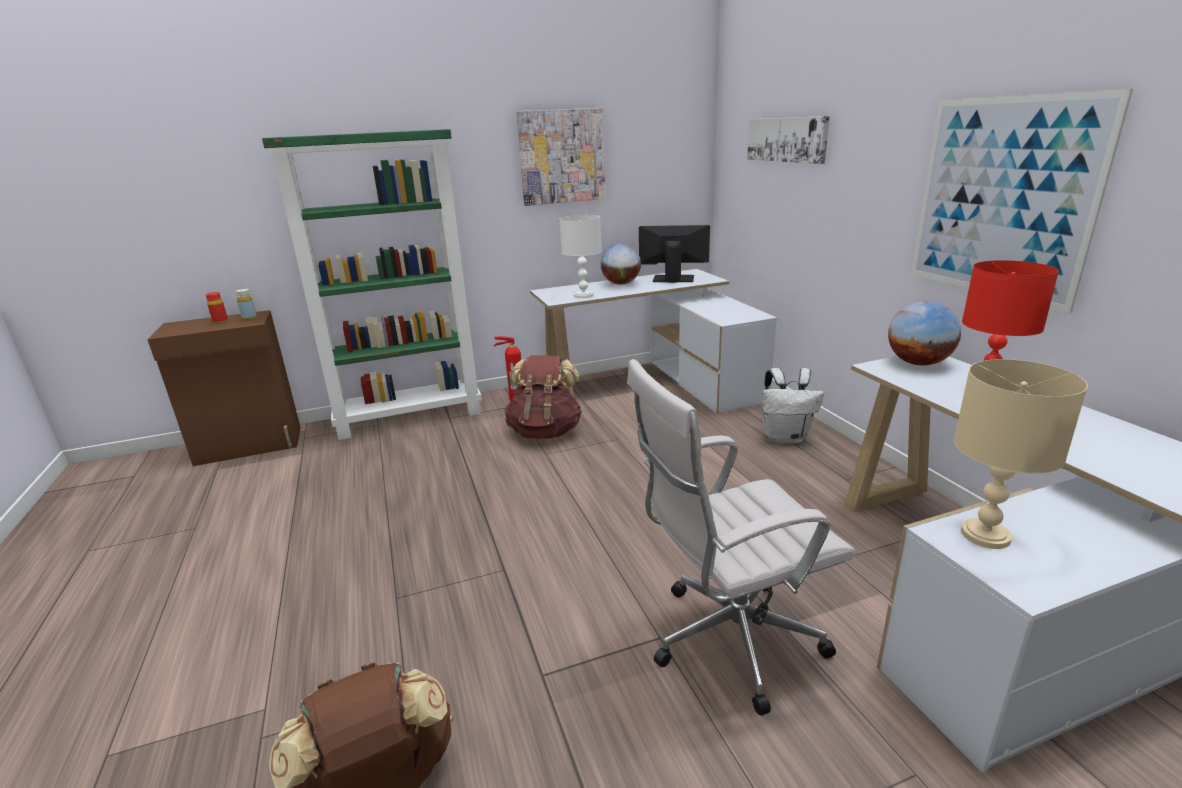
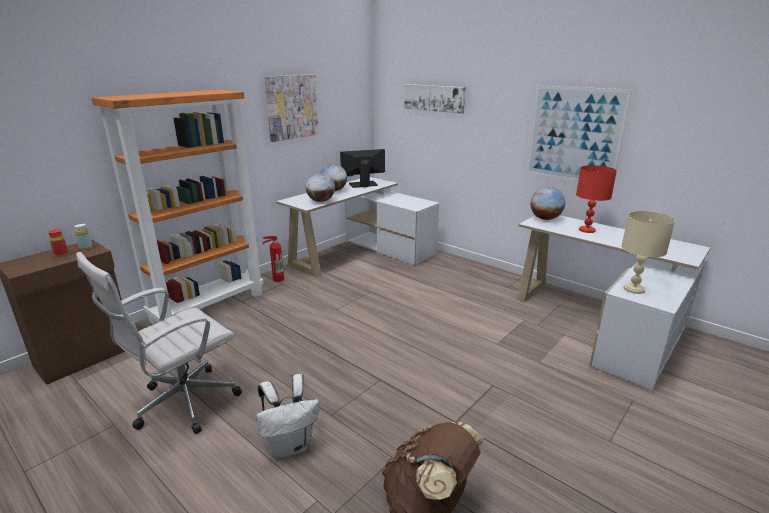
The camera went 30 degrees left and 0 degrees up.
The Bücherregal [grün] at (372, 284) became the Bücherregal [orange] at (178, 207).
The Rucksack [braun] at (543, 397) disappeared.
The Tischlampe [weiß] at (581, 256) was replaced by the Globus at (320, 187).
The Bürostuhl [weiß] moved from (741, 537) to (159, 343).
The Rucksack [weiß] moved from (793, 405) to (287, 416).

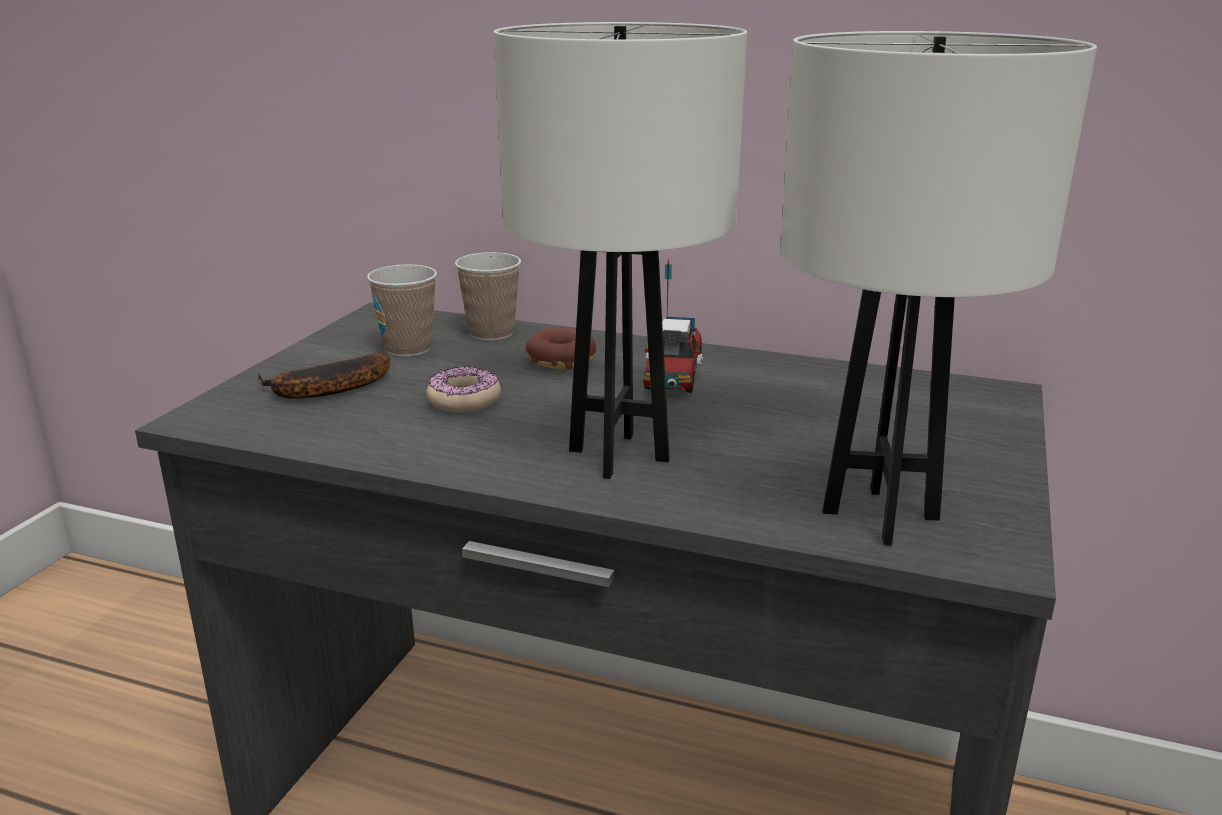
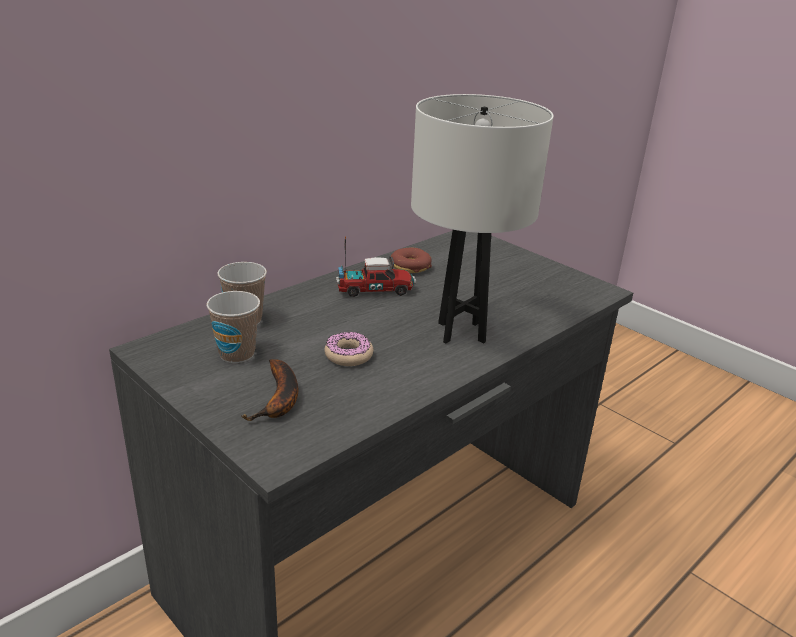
The camera went 65 degrees left and 5 degrees up.
The Donut moved from (561, 348) to (411, 260).
The Spielzeuglaster at (673, 326) turned 45 degrees counterclockwise.
The Tischlampe [weiß] at (938, 288) disappeared.

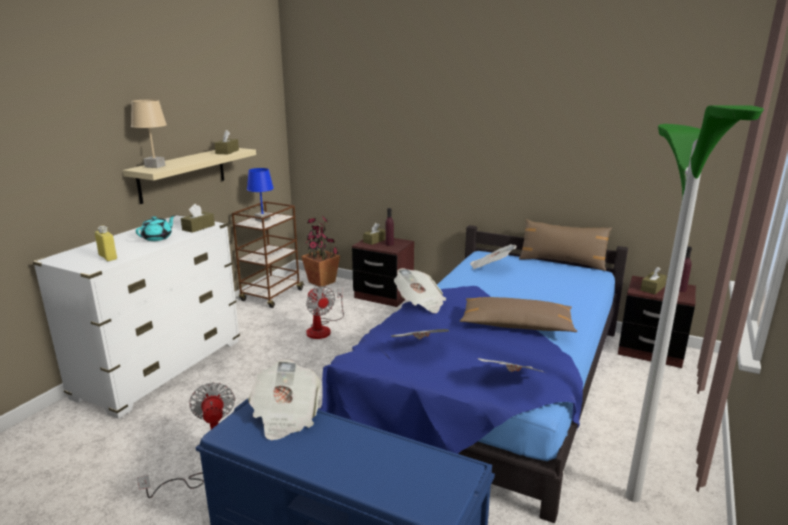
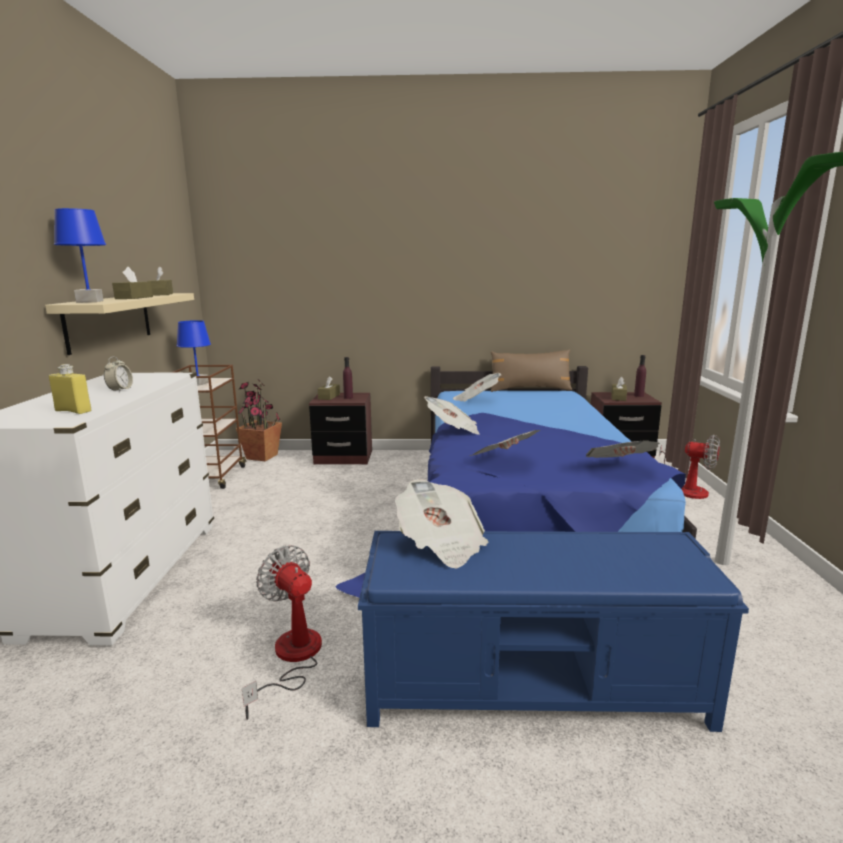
The camera went 25 degrees left and 5 degrees down.
The Tischlampe [beige] at (149, 133) became the Tischlampe [blau] at (80, 255).
The Teekanne [türkis] at (155, 228) was replaced by the Wecker at (118, 374).
The Taschentuchbox [braun] moved from (198, 218) to (132, 282).
The Ventilator moved from (325, 312) to (689, 467).
The Kissen [braun] at (518, 314) disappeared.

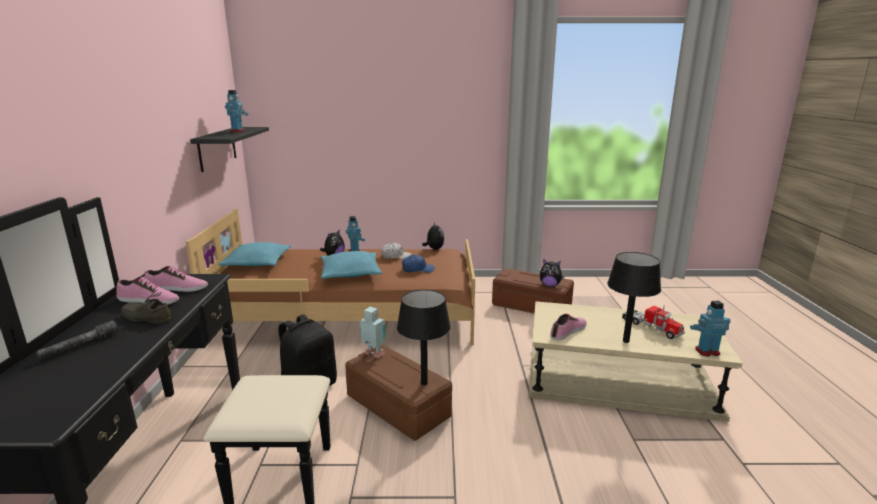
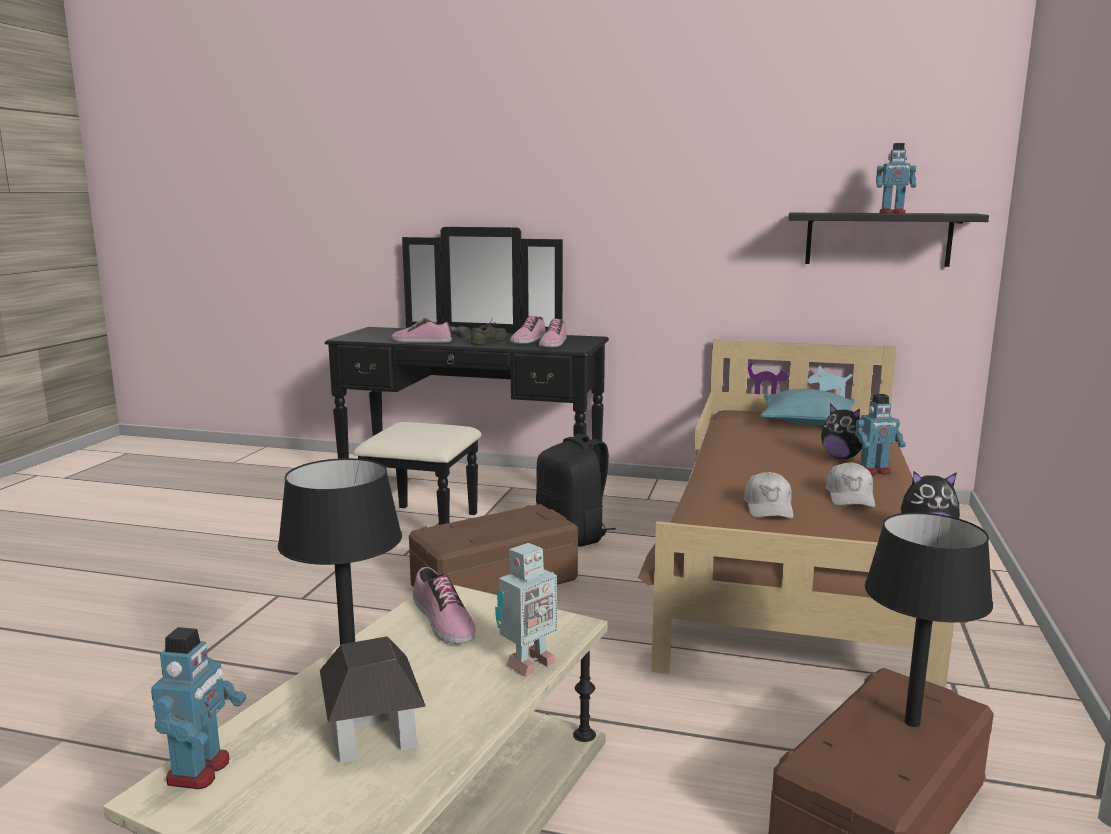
The camera went 105 degrees right and 5 degrees down.
The Kissen [türkis] at (351, 265) disappeared.
The Spielzeugroboter moved from (372, 332) to (526, 610).
The Tischlampe [schwarz] moved from (424, 337) to (929, 619).
The Kappe [blau] at (418, 263) became the Kappe [weiß] at (769, 495).
The Plüschtier at (552, 273) disappeared.
The Spielzeuglaster at (653, 322) was replaced by the Spielzeughaus at (373, 699).
The Schuh at (421, 330) appeared.

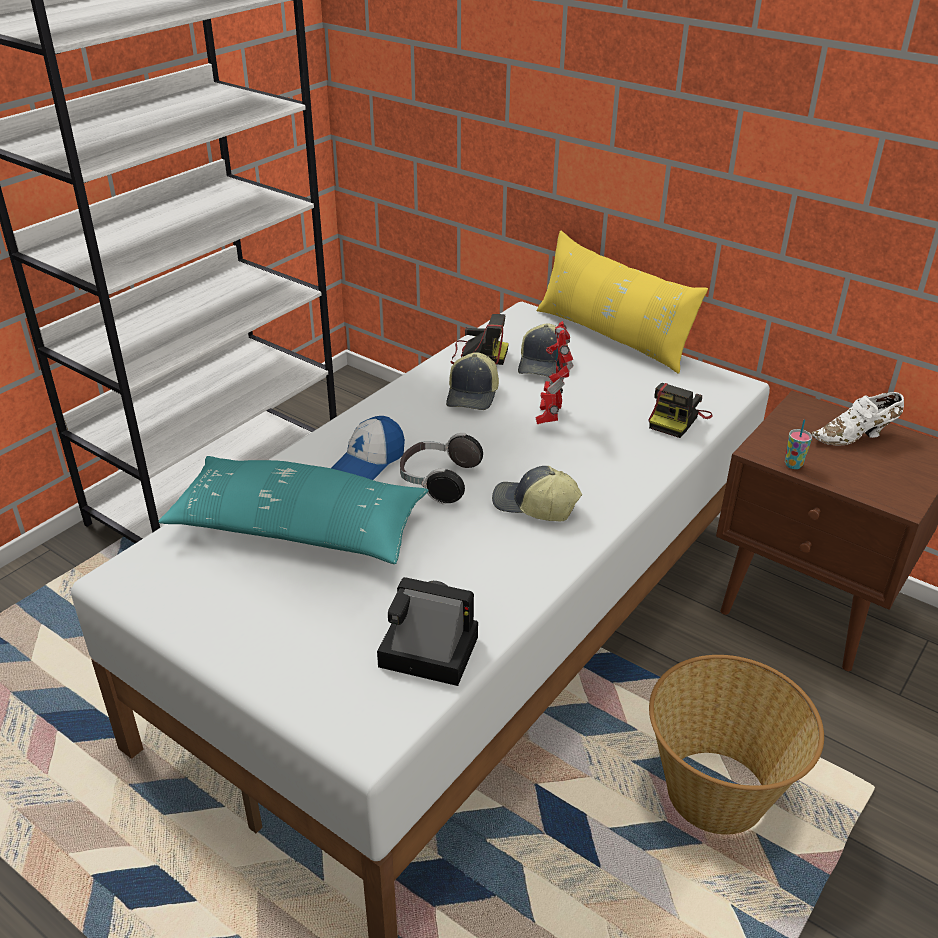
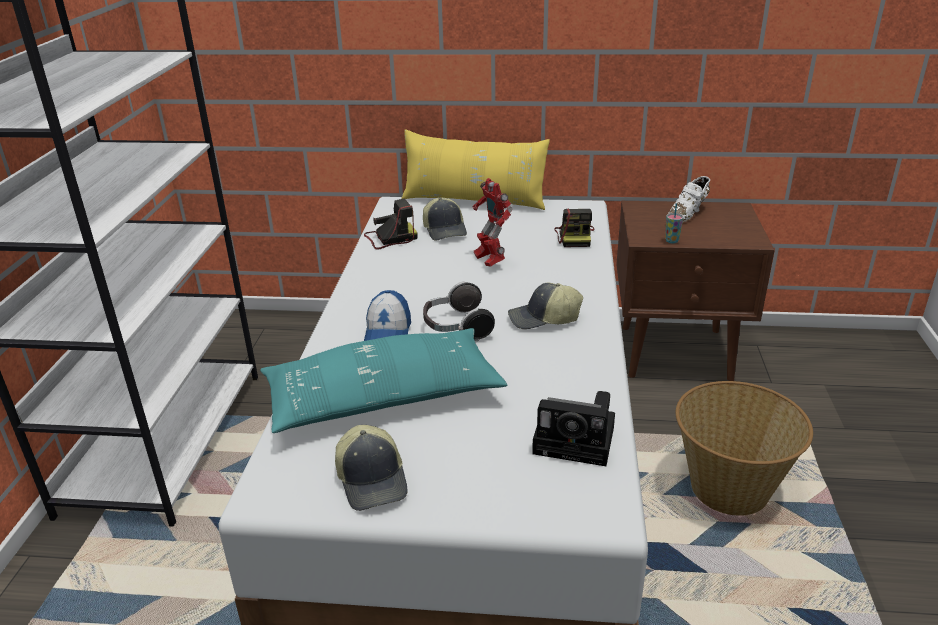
The camera went 30 degrees left and 5 degrees down.
The Kamera at (427, 631) turned 150 degrees counterclockwise.
The Kappe moved from (472, 381) to (371, 468).

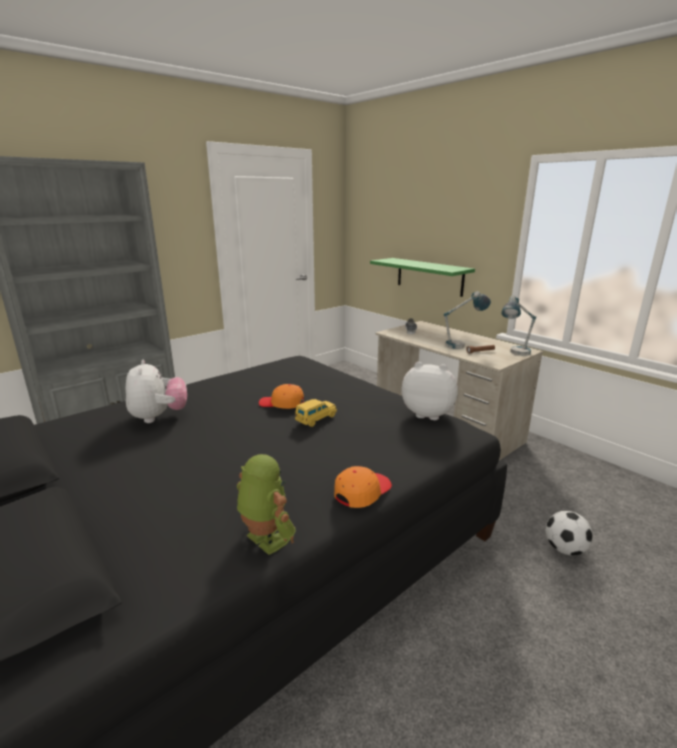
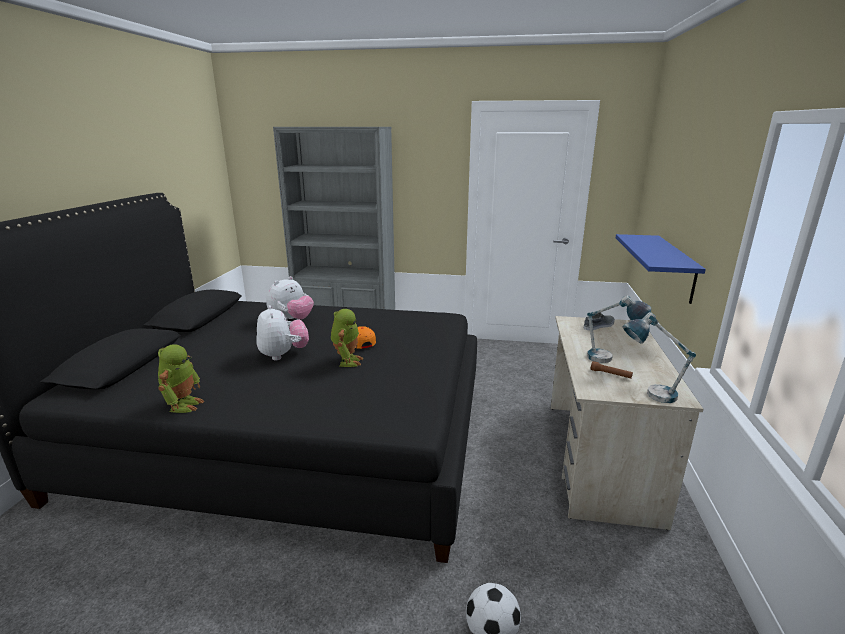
The camera went 50 degrees right and 0 degrees up.
The Spielzeugauto [gelb] at (316, 413) was replaced by the Spielzeugroboter at (347, 338).
The Kappe [orange] at (363, 487) disappeared.
The Wandregal [grün] at (422, 277) became the Wandregal [blau] at (661, 269).
The Plüschtier moved from (429, 391) to (283, 332).

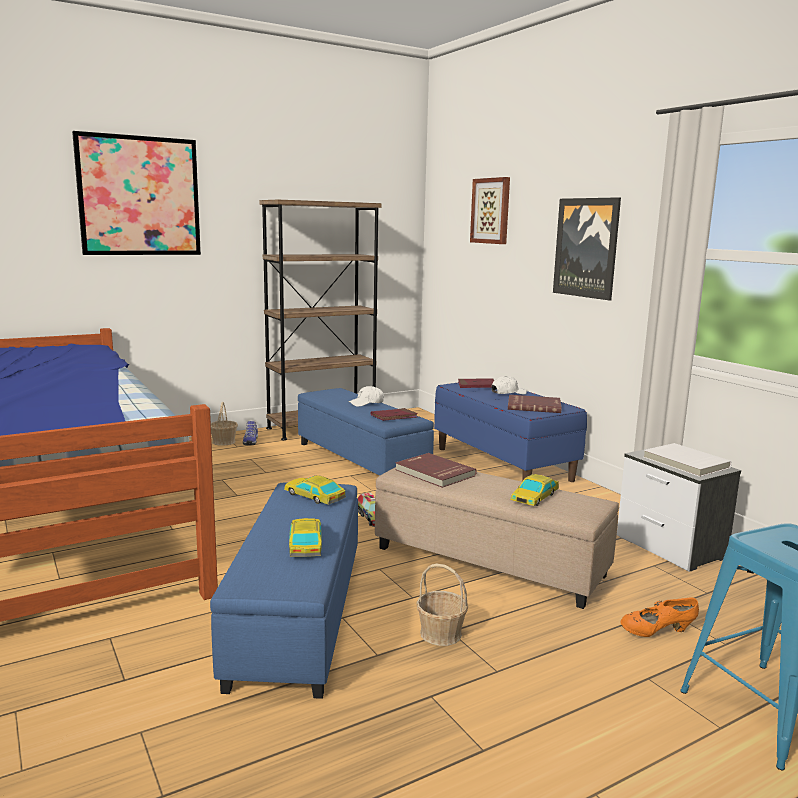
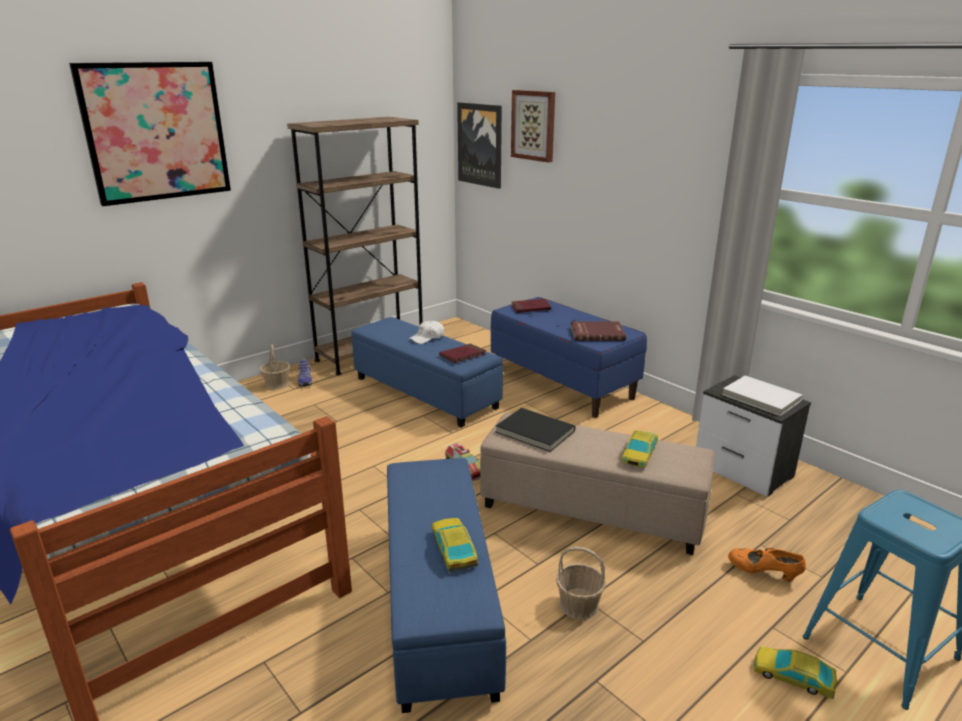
The camera went 10 degrees left and 10 degrees up.
The Spielzeugauto moved from (315, 490) to (795, 672).
The Buch [rot] at (436, 470) became the Buch [schwarz] at (535, 430).
The Kappe [weiß] at (509, 385) disappeared.
The Bild moved from (587, 248) to (479, 145).
The Schuh [orange] at (659, 617) turned 45 degrees clockwise.

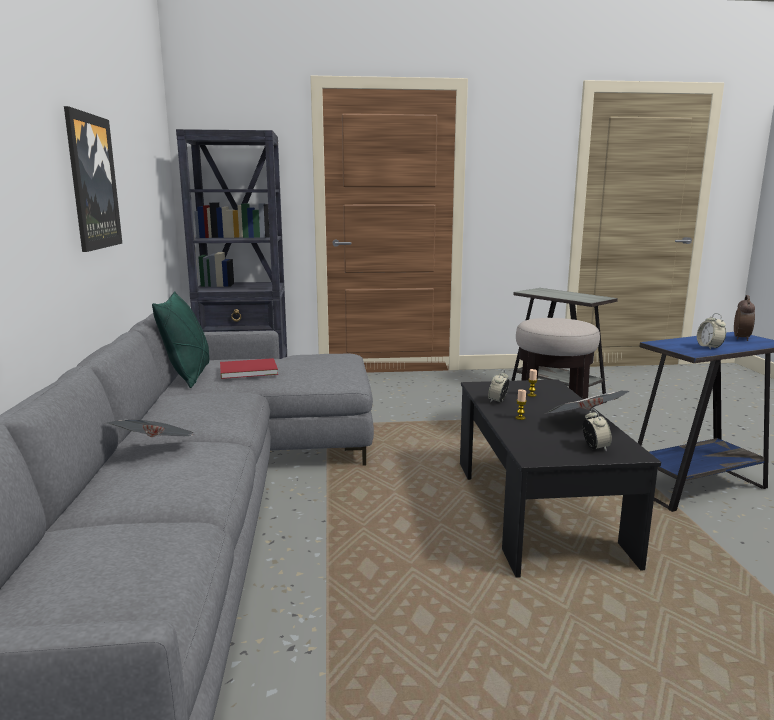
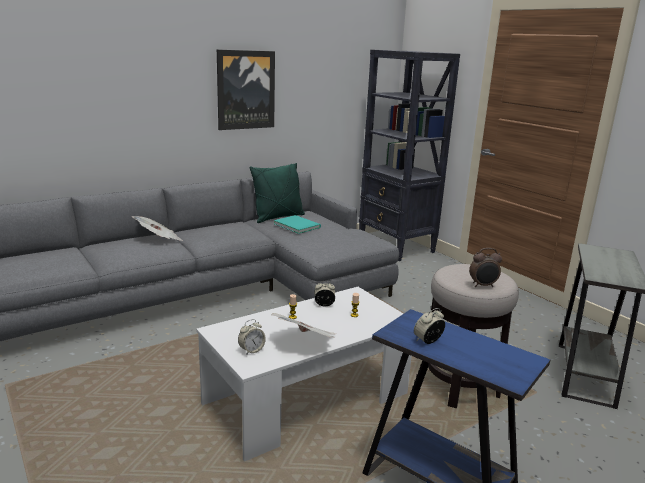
The camera went 60 degrees right and 5 degrees up.
The Buch [rot] at (249, 368) became the Buch [türkis] at (297, 224).
The Couchtisch [schwarz] at (560, 479) became the Couchtisch [weiß] at (304, 374).
The Wecker moved from (744, 318) to (485, 267).

